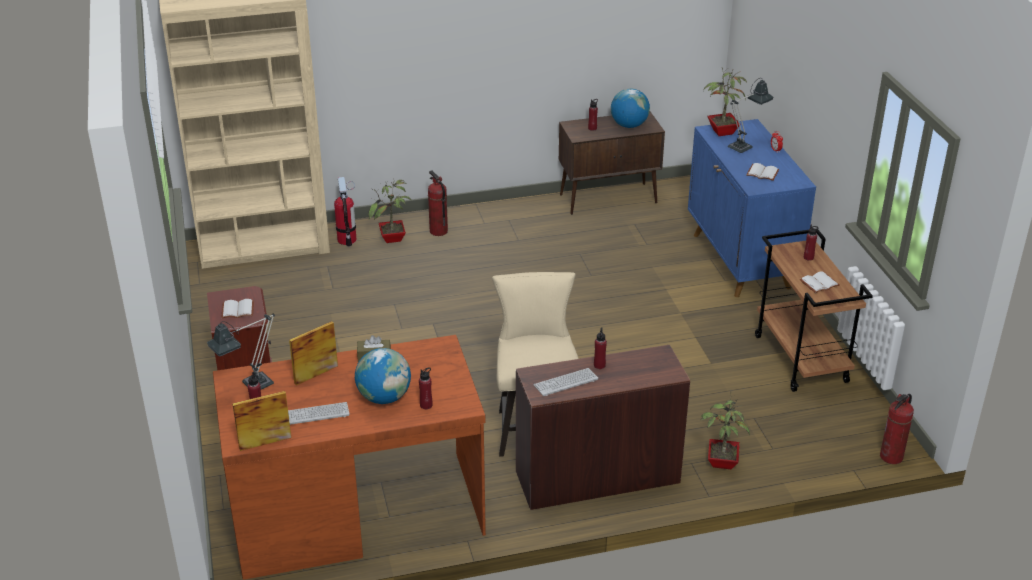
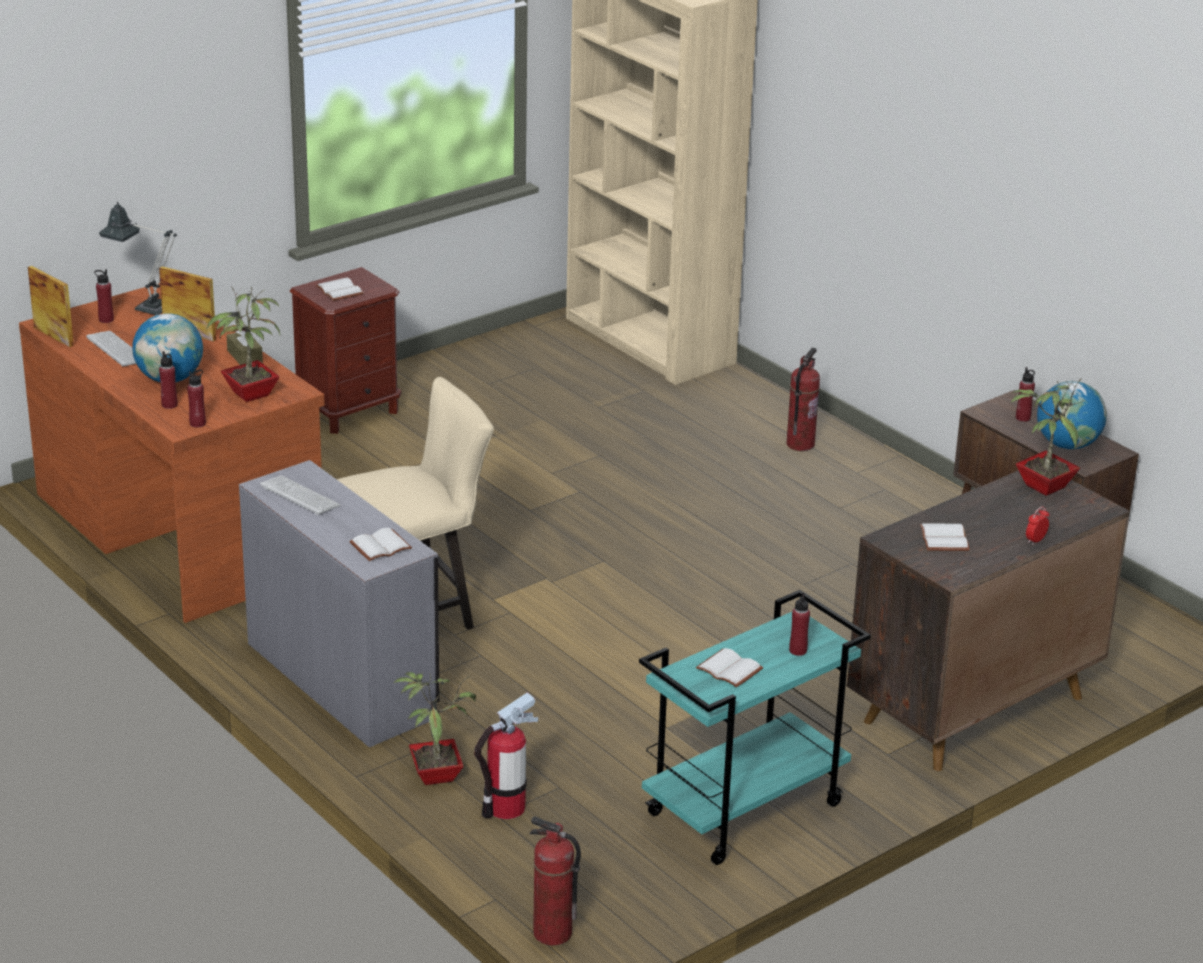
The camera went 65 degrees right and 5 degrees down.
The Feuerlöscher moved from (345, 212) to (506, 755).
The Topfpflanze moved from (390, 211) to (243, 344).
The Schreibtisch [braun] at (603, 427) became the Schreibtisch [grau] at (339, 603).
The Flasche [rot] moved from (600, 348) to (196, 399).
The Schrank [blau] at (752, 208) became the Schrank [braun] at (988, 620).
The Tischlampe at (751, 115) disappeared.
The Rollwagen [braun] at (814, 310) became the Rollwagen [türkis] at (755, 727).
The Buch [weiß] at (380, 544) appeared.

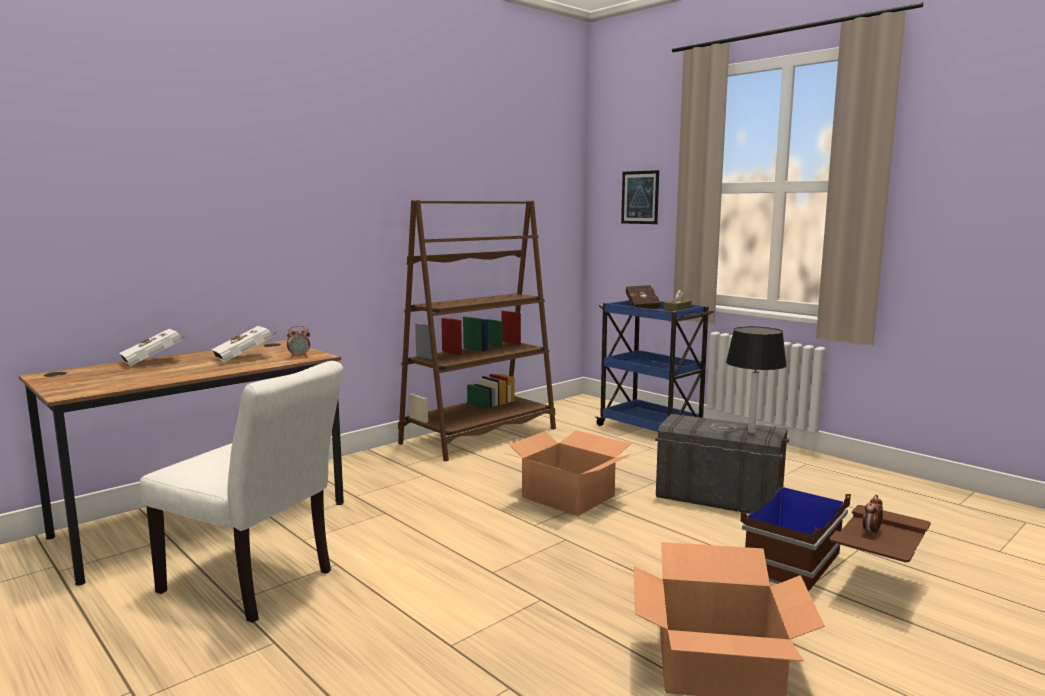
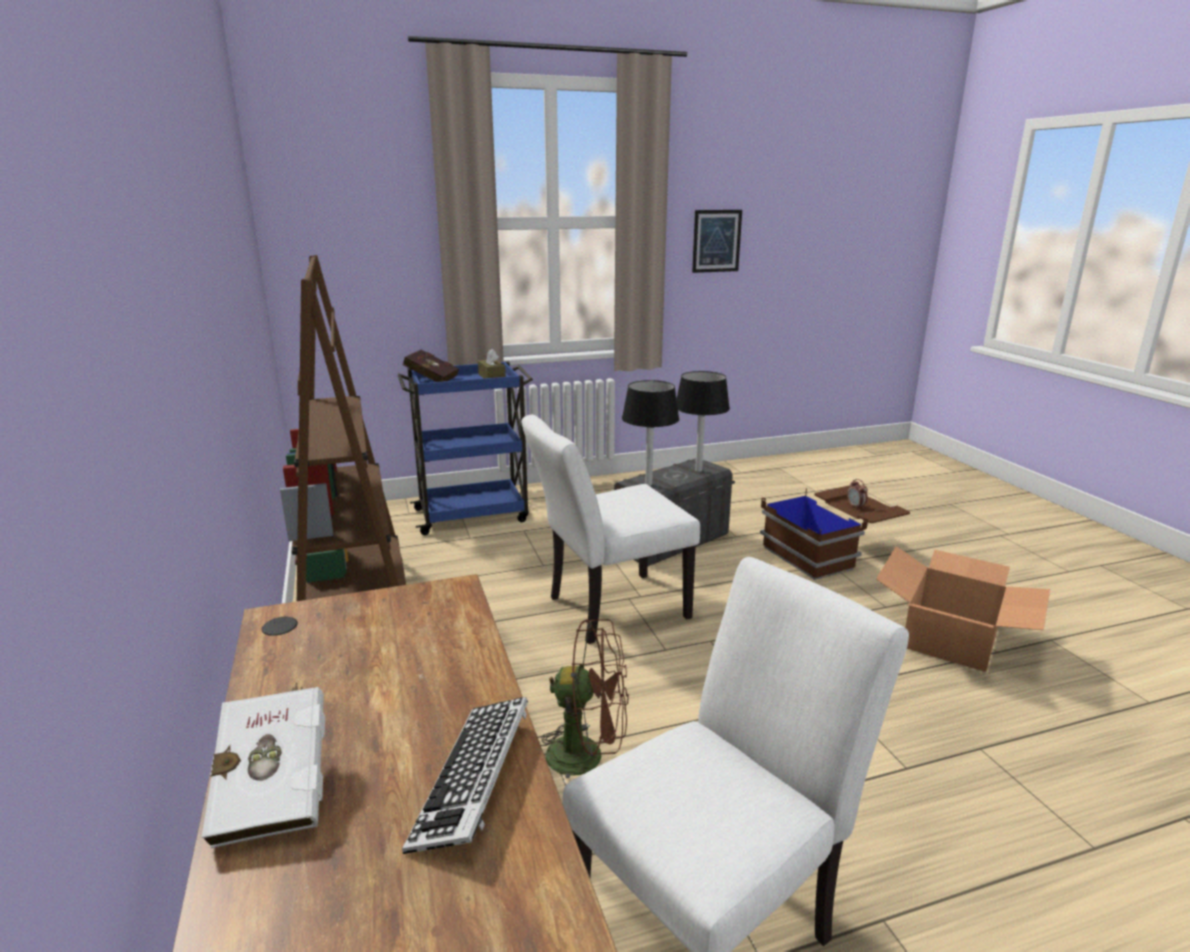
The camera went 65 degrees left and 10 degrees up.
The Buch [weiß] at (244, 344) disappeared.
The Wecker at (298, 341) disappeared.
The Karton at (568, 473) was replaced by the Stuhl [weiß] at (610, 529).
The Bild moved from (640, 197) to (717, 241).
The Tastatur at (465, 775) appeared.
The Ventilator [braun] at (583, 698) appeared.
The Tischlampe [schwarz] at (650, 433) appeared.

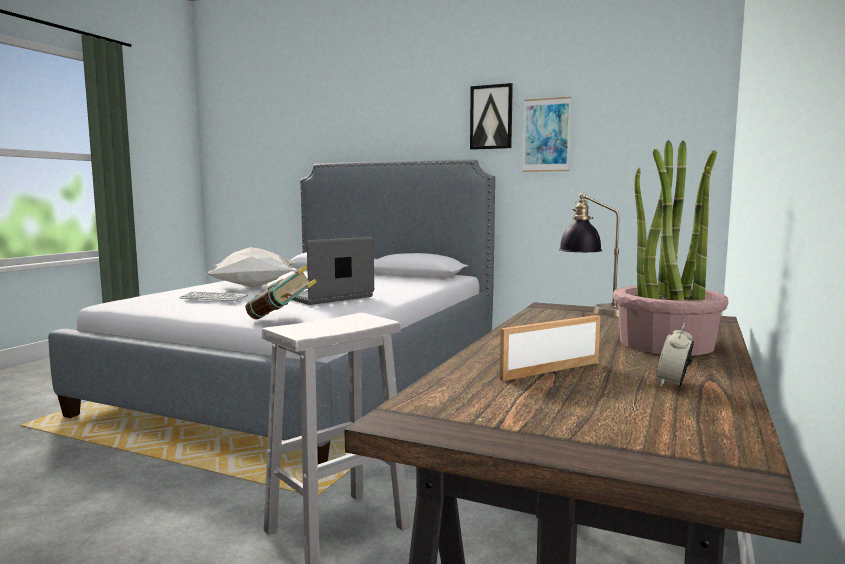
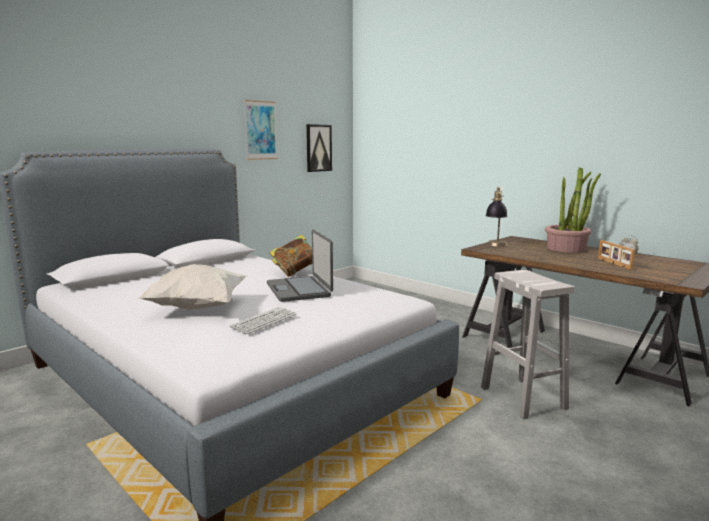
The camera went 70 degrees left and 5 degrees up.
The Buch moved from (281, 292) to (290, 256).
The Bild moved from (491, 116) to (319, 148).

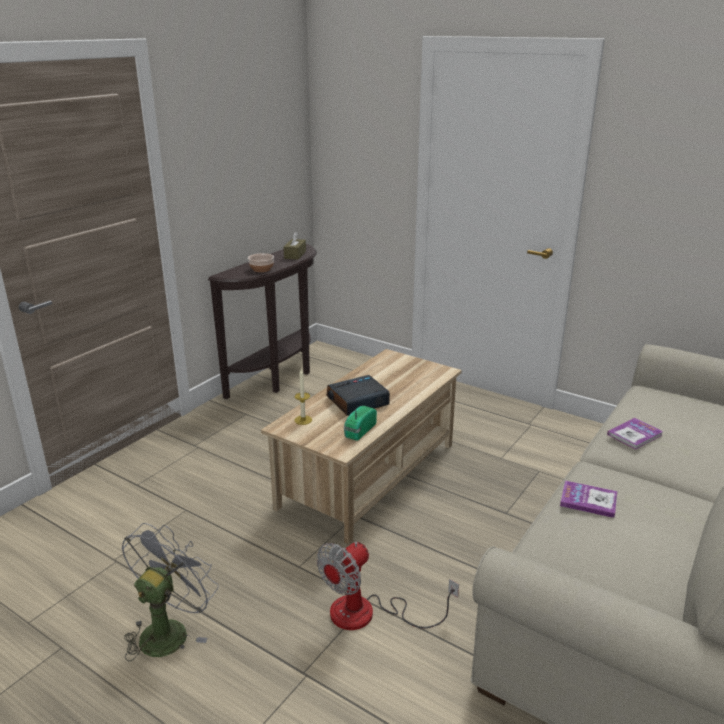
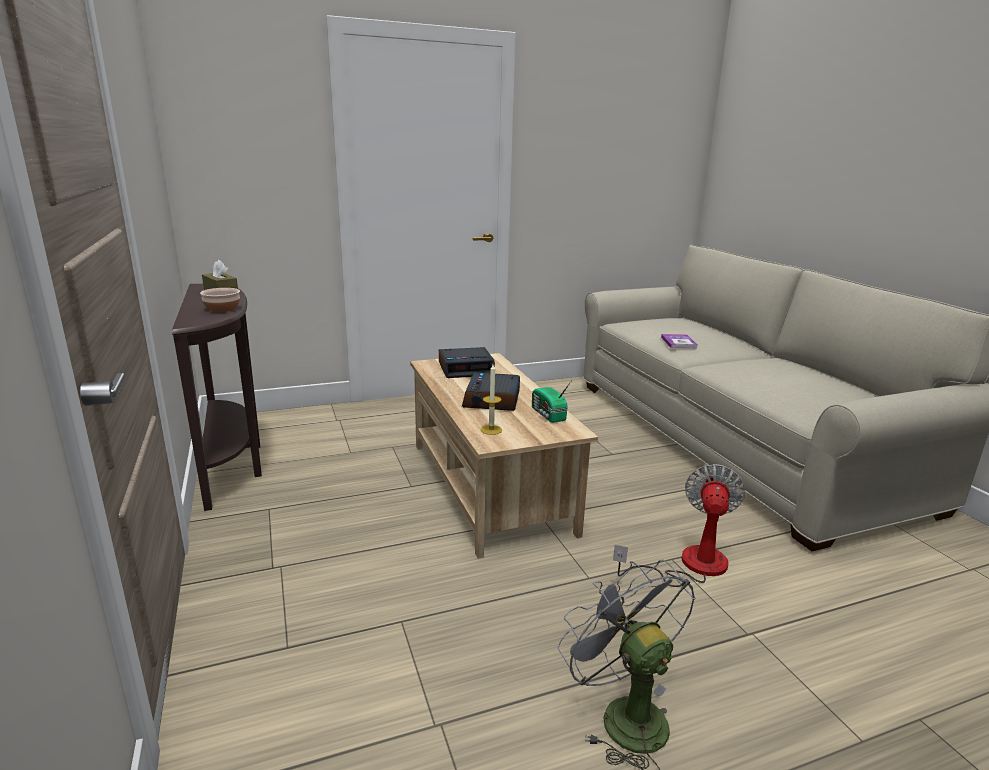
The camera went 55 degrees left and 5 degrees down.
The Ventilator at (387, 586) turned 150 degrees counterclockwise.
The Buch at (588, 499) disappeared.
The Wecker at (467, 362) appeared.

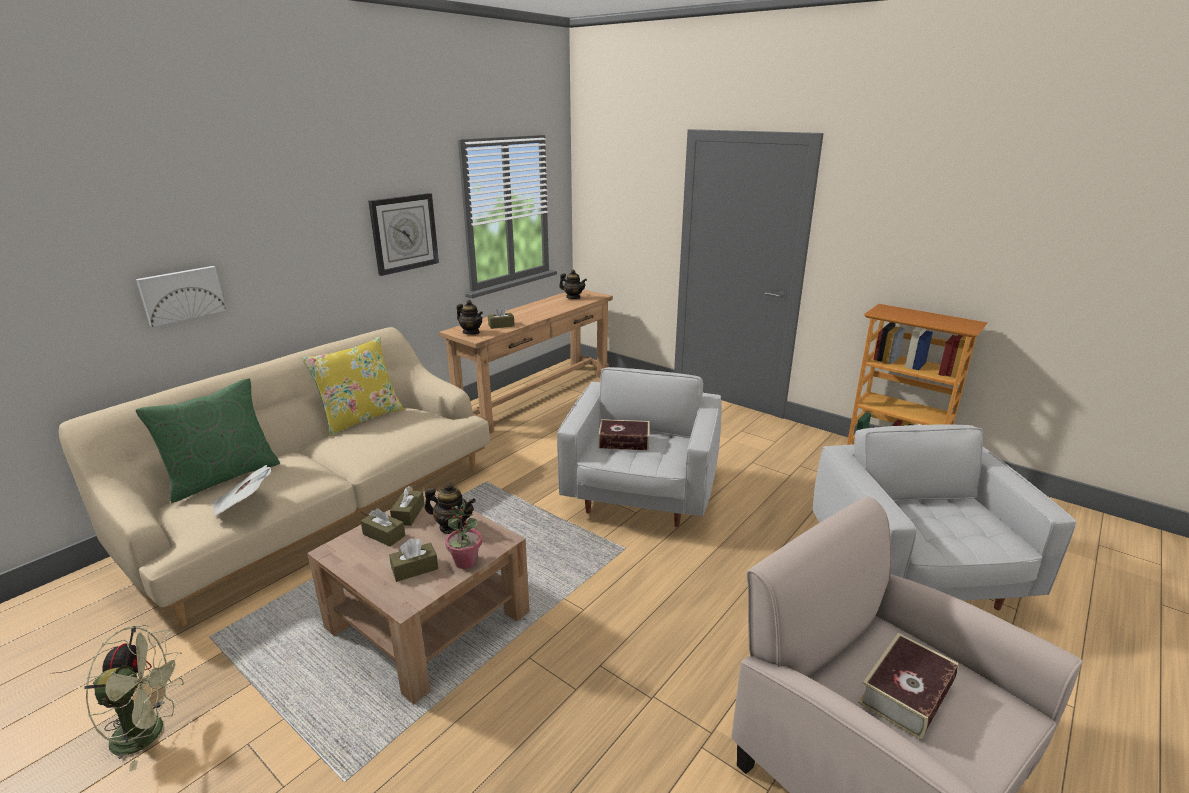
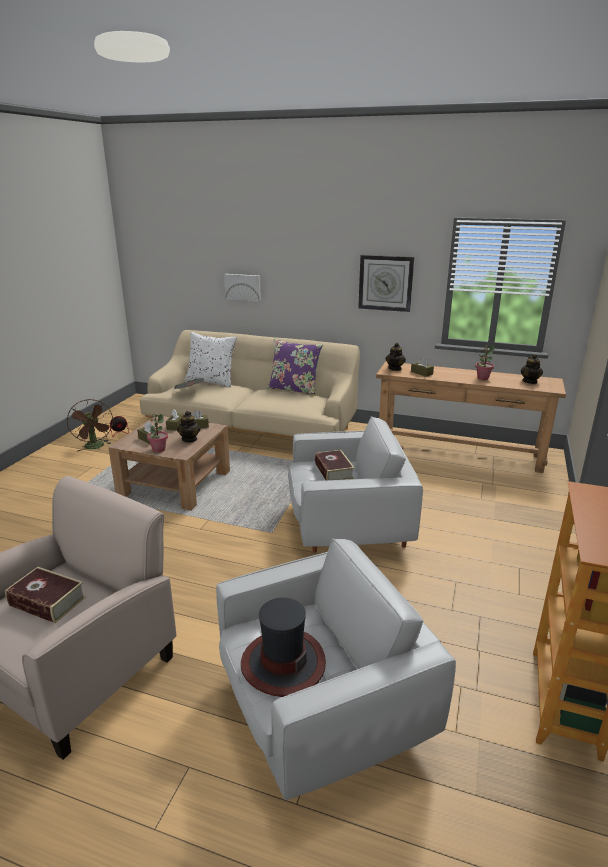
The camera went 70 degrees right and 0 degrees up.
The Ventilator [grün] at (134, 698) became the Ventilator [braun] at (90, 425).
The Kissen [grün] at (208, 441) became the Kissen [weiß] at (211, 359).
The Kissen [gelb] at (353, 387) became the Kissen [lila] at (295, 367).
The Hut at (283, 647) appeared.
The Topfpflanze at (484, 362) appeared.

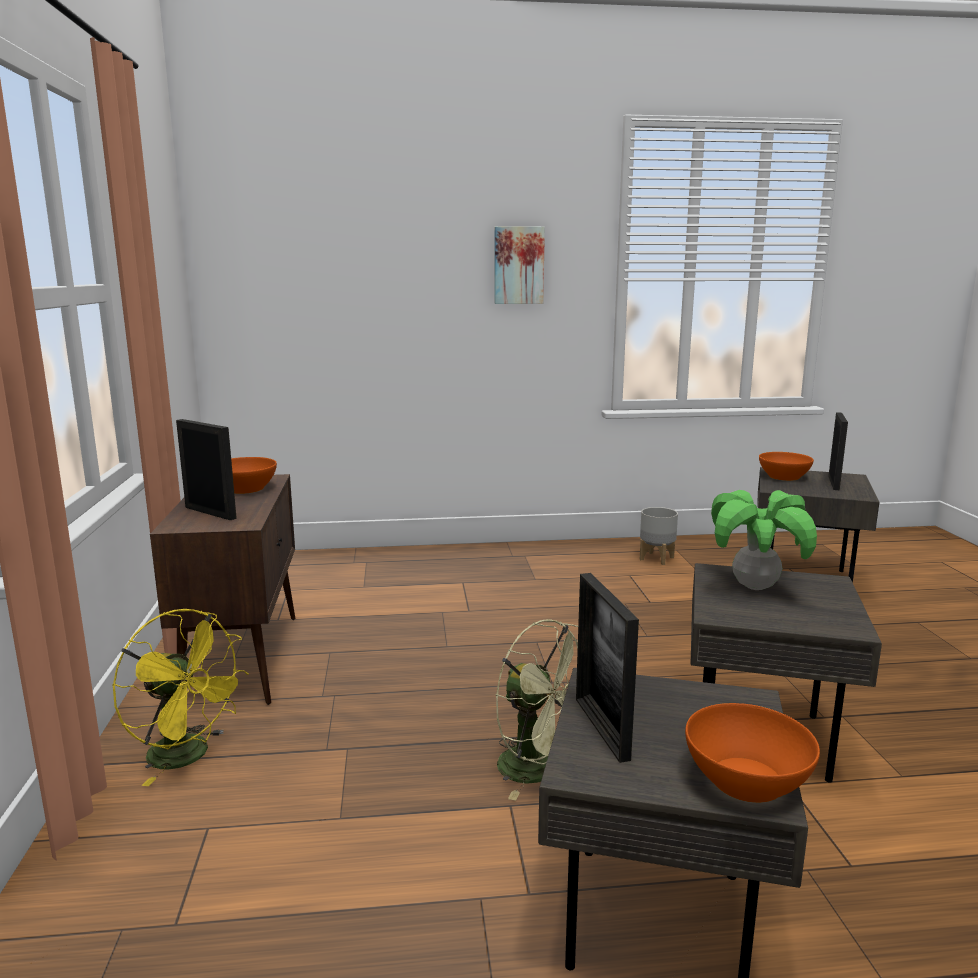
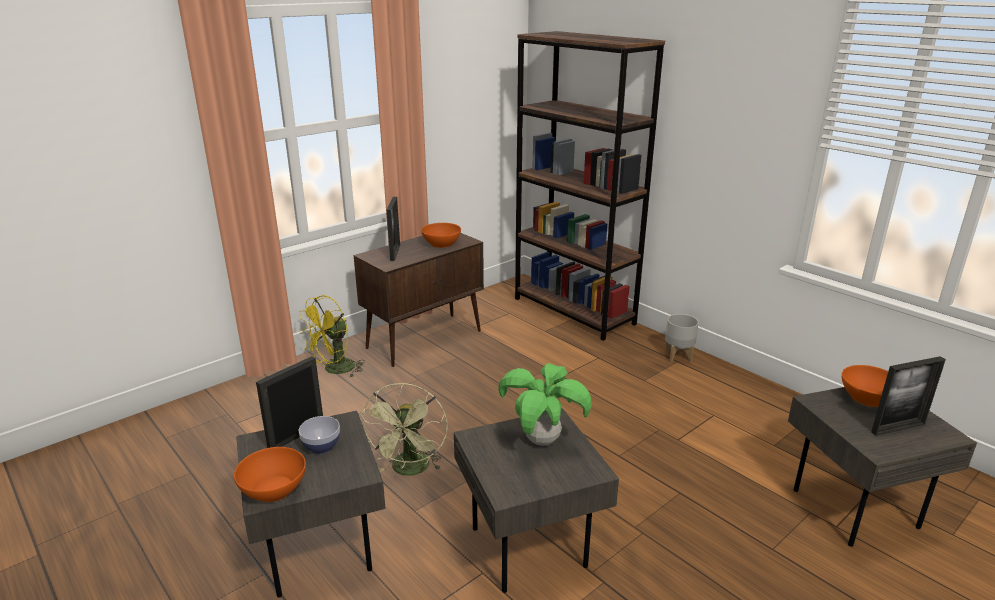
The camera went 55 degrees right and 10 degrees up.
The Ventilator [gelb] at (181, 697) turned 45 degrees clockwise.
The Bild at (519, 265) disappeared.
The Pflanzkübel [grau] moved from (659, 536) to (682, 338).
The Schüssel at (319, 435) appeared.
The Bücherregal [braun] at (590, 186) appeared.

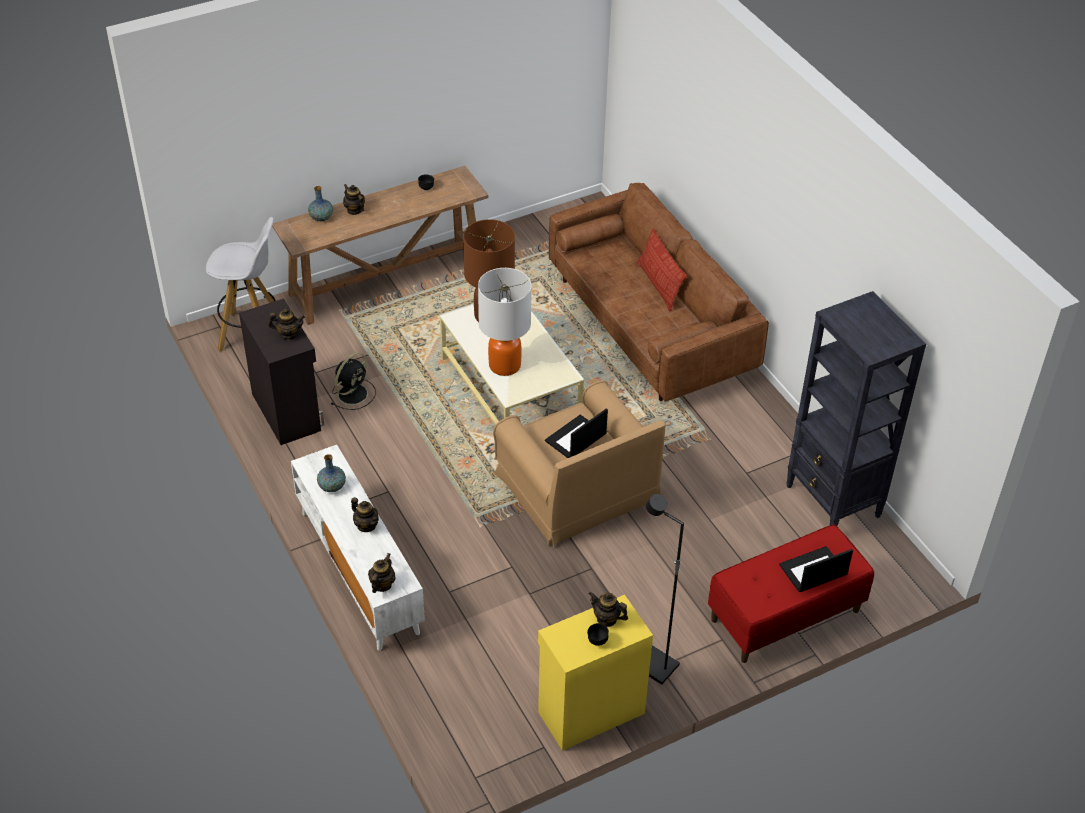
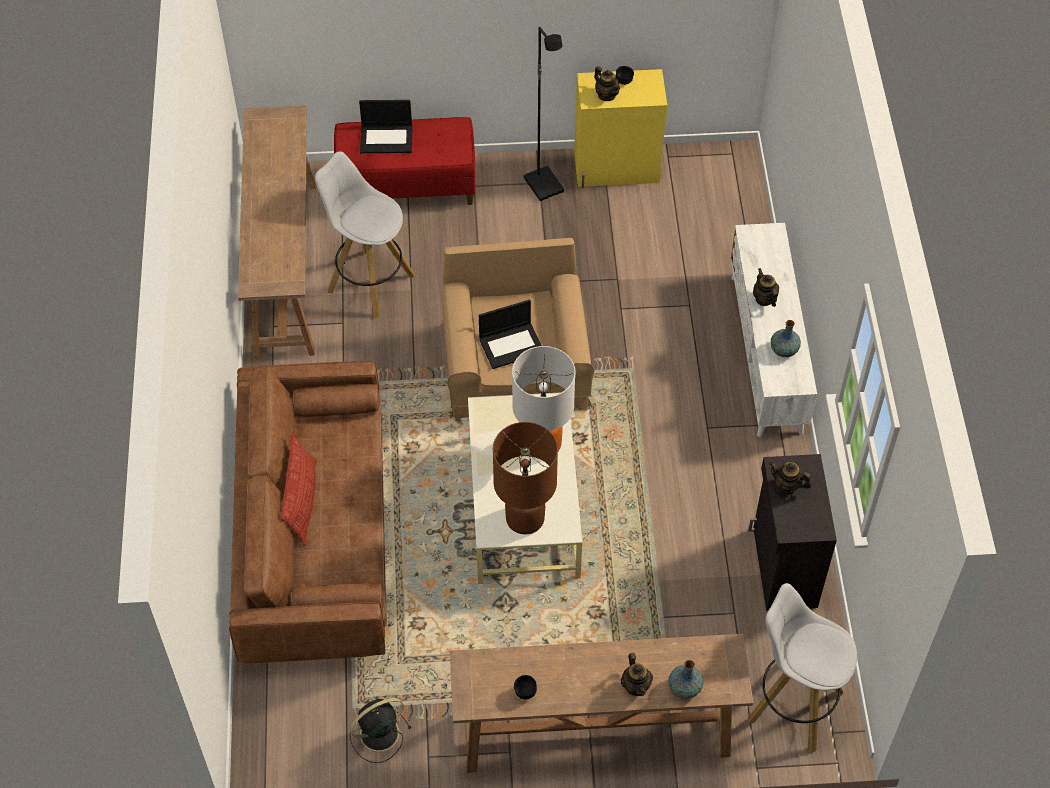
The camera went 155 degrees left and 10 degrees up.
The Ventilator [schwarz] moved from (353, 381) to (381, 730).
The Teekanne at (382, 573) disappeared.
The Bücherregal [schwarz] at (856, 408) was replaced by the Konsolentisch [braun] at (276, 232).
The Hocker [weiß] at (365, 234) appeared.

